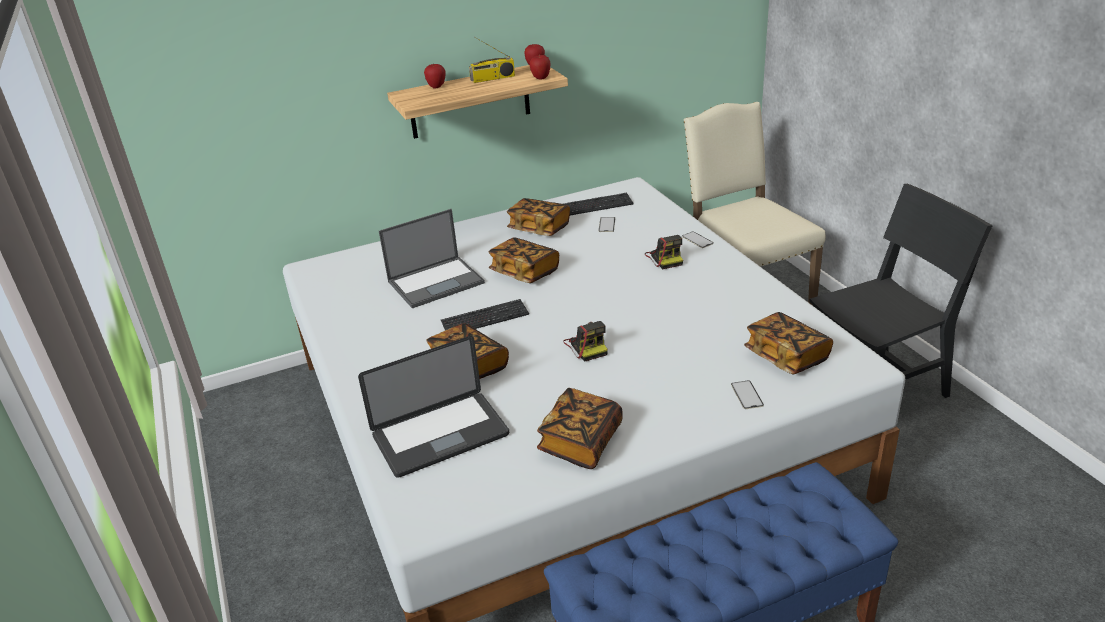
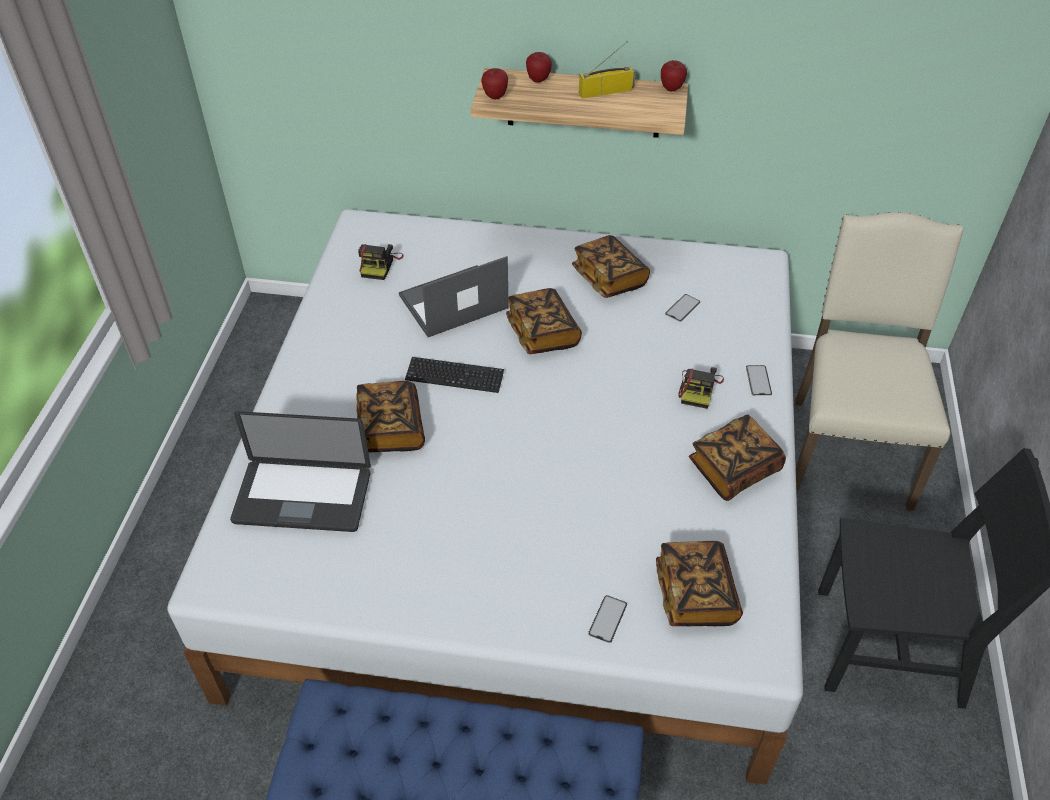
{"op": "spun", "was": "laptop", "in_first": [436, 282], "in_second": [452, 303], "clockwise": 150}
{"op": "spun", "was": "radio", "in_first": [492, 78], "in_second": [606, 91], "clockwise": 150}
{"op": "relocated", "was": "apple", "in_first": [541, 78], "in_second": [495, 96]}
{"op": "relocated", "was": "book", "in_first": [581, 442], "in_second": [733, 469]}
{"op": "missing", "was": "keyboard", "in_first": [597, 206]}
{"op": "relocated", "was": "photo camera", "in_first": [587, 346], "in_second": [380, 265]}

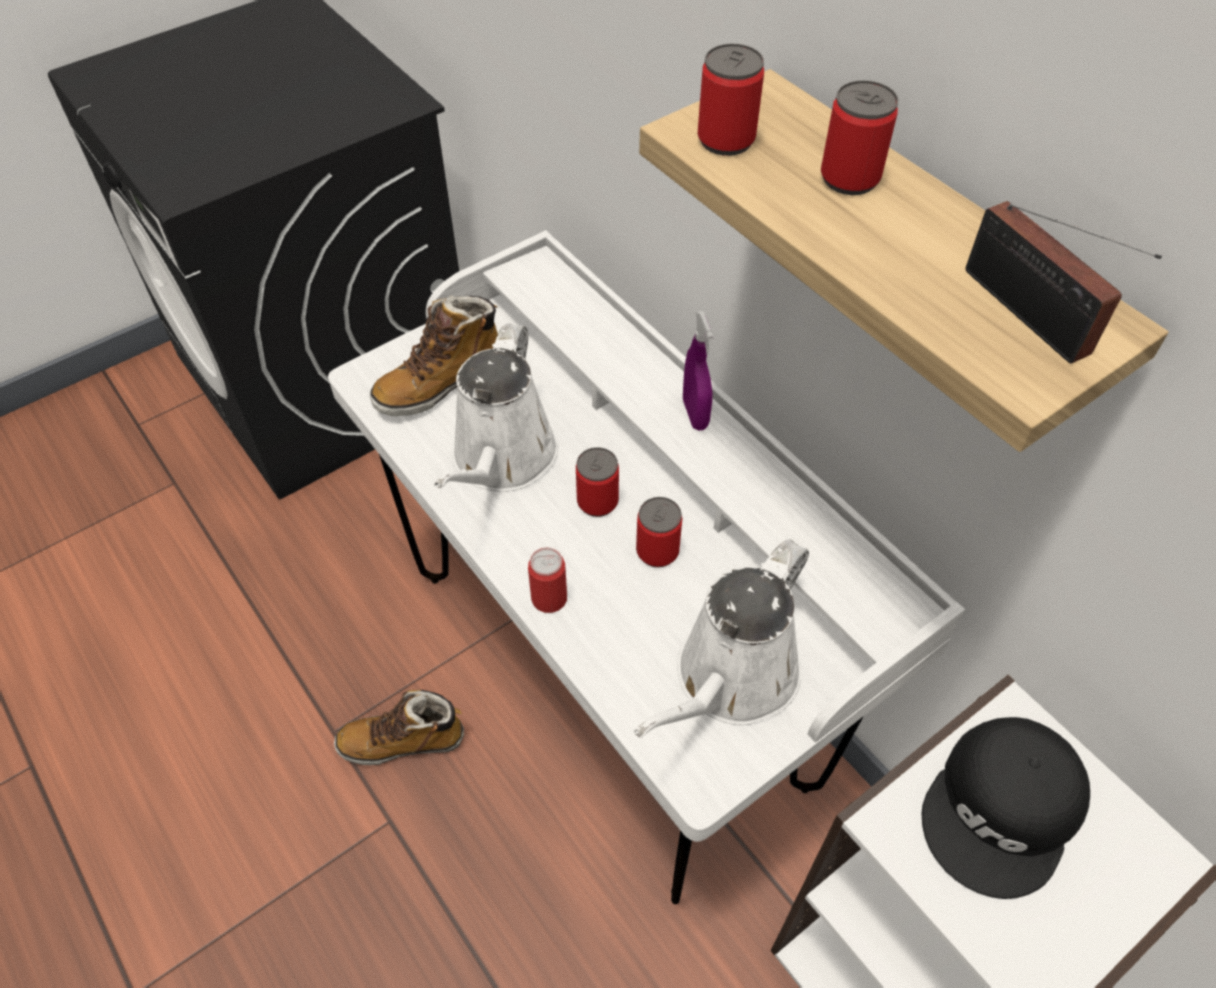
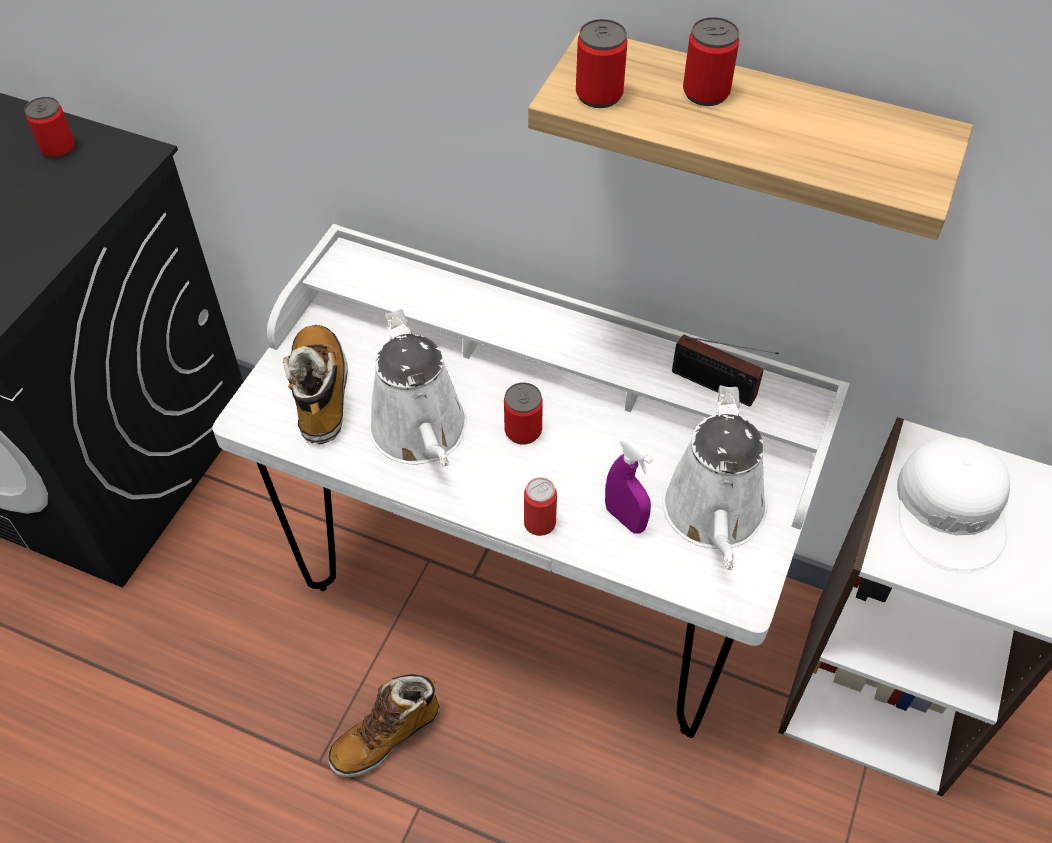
{"op": "spun", "was": "boot", "in_first": [440, 382], "in_second": [321, 393], "clockwise": 150}
{"op": "relocated", "was": "can", "in_first": [657, 551], "in_second": [58, 149]}
{"op": "relocated", "was": "purple spray bottle", "in_first": [695, 414], "in_second": [625, 518]}
{"op": "colour", "was": "black cap", "now": "white cap", "in_first": [1003, 811], "in_second": [952, 509]}
{"op": "relocated", "was": "radio", "in_first": [1030, 318], "in_second": [718, 387]}

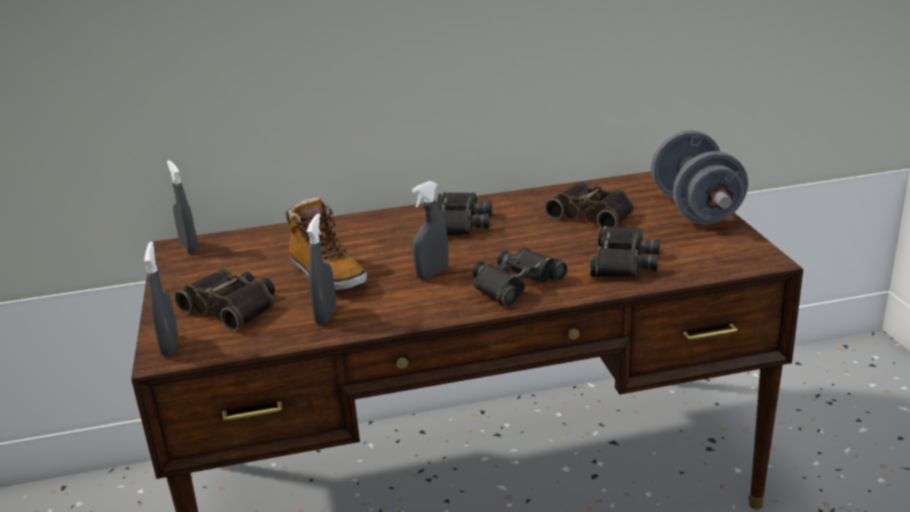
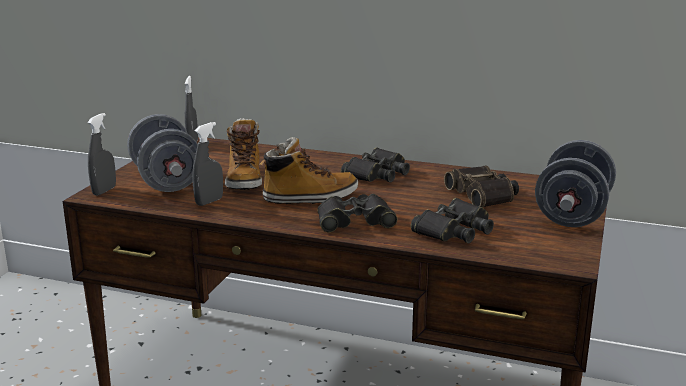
{"op": "exchanged", "was": "binoculars", "now": "grey dumbbell", "in_first": [233, 307], "in_second": [166, 181]}
{"op": "exchanged", "was": "grey spray bottle", "now": "boot", "in_first": [432, 273], "in_second": [310, 198]}

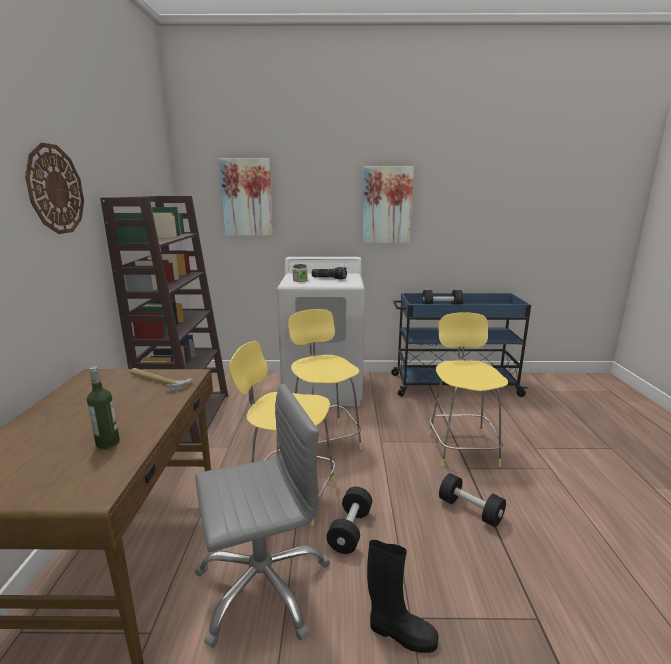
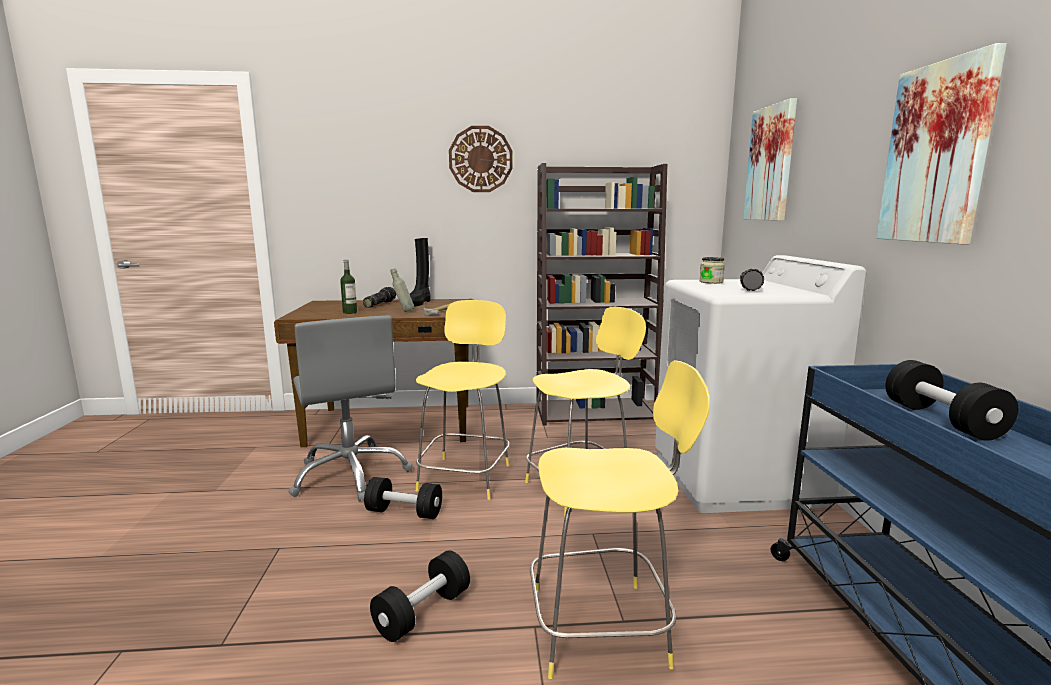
{"op": "relocated", "was": "black boot", "in_first": [400, 633], "in_second": [419, 303]}
{"op": "appeared", "now": "flashlight", "in_second": [379, 304]}
{"op": "appeared", "now": "grey bottle", "in_second": [403, 311]}

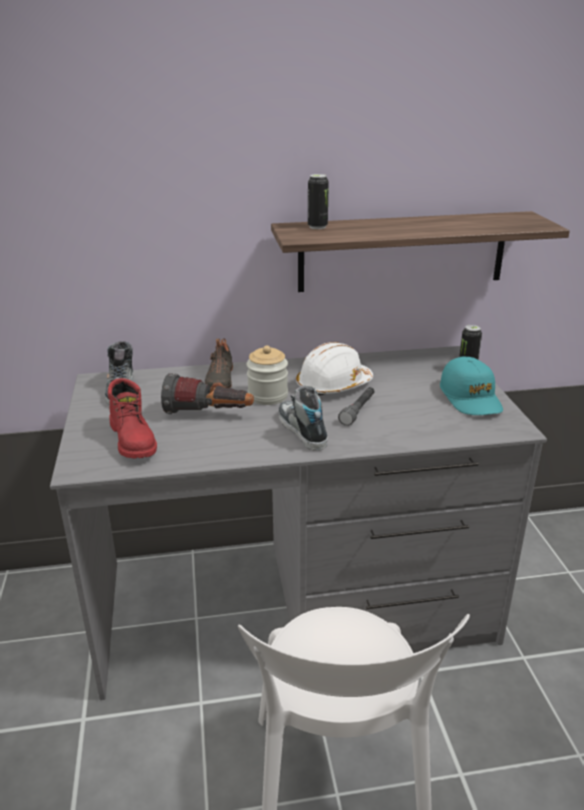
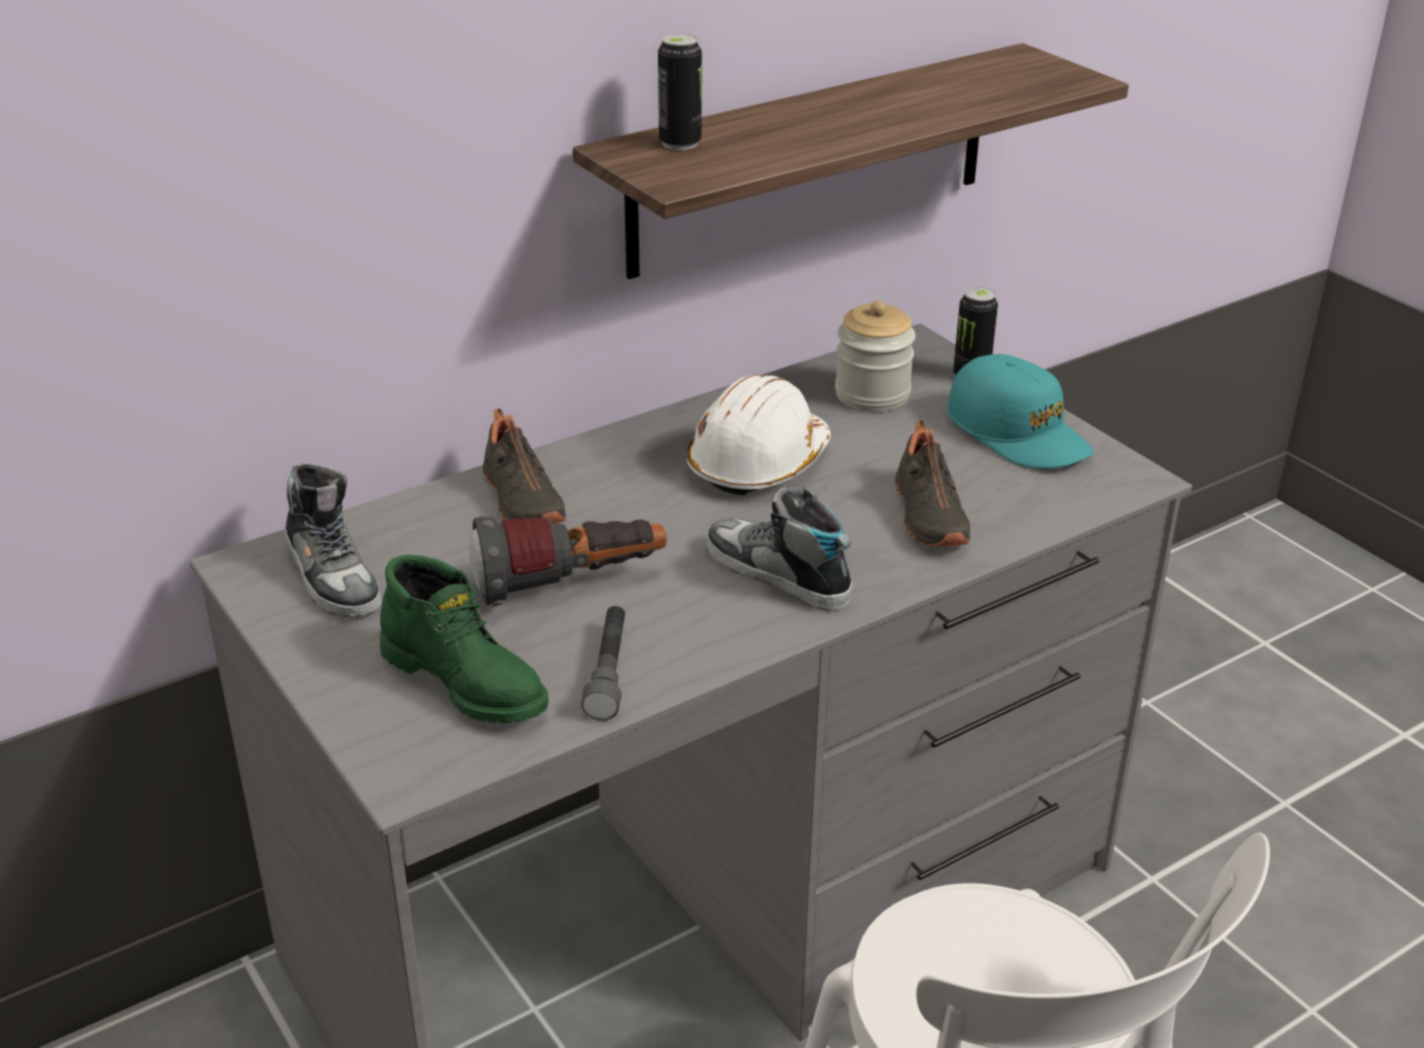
{"op": "colour", "was": "red boot", "now": "green boot", "in_first": [134, 440], "in_second": [467, 681]}
{"op": "relocated", "was": "jar", "in_first": [268, 396], "in_second": [872, 395]}
{"op": "relocated", "was": "grey flashlight", "in_first": [358, 411], "in_second": [608, 672]}
{"op": "appeared", "now": "black shoe", "in_second": [927, 515]}

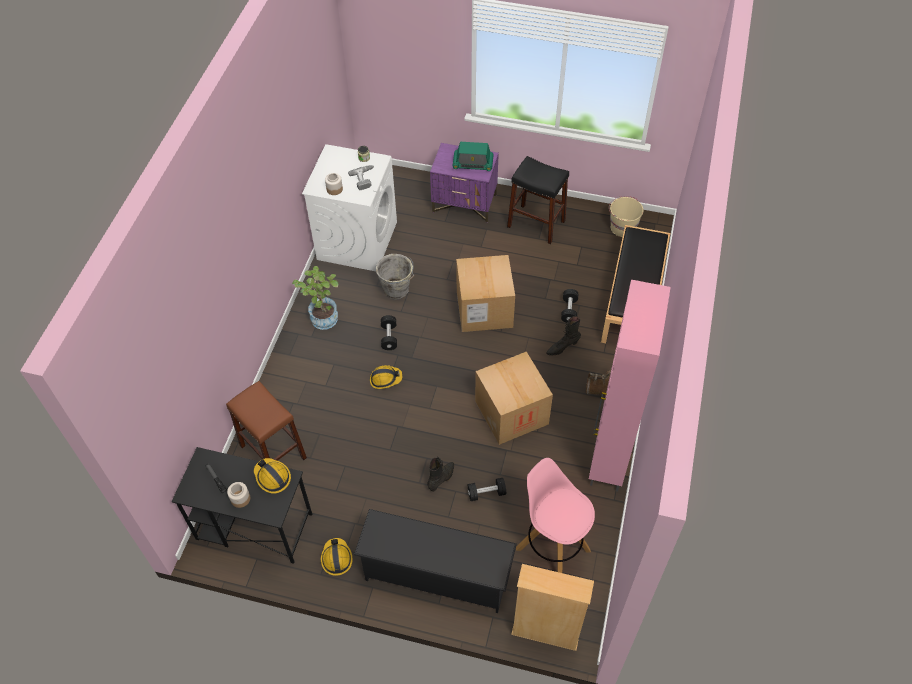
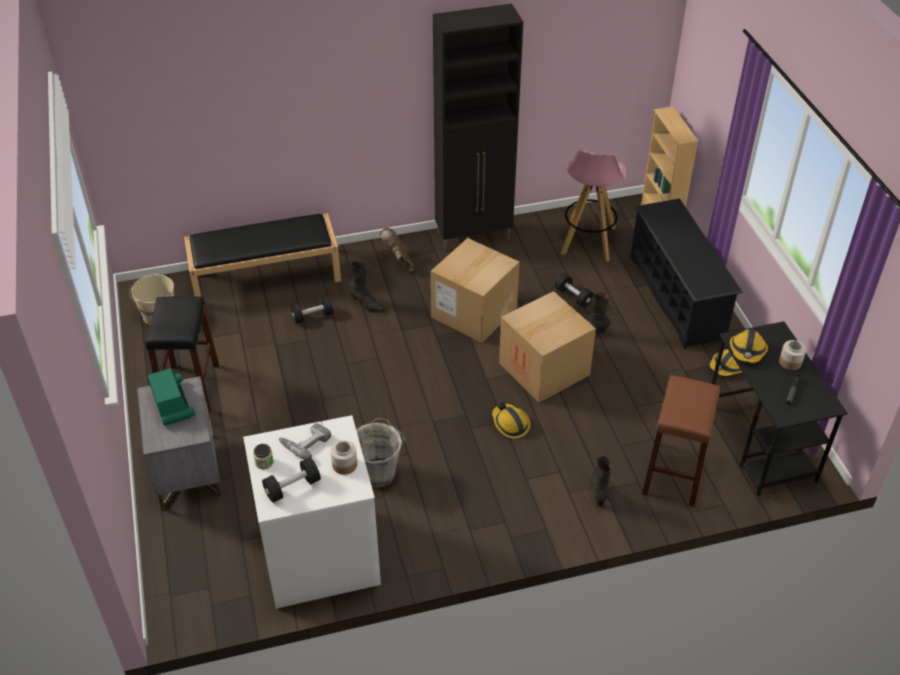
{"op": "missing", "was": "potted plant", "in_first": [323, 315]}
{"op": "relocated", "was": "black dumbbell", "in_first": [389, 337], "in_second": [292, 487]}
{"op": "colour", "was": "purple nightstand", "now": "grey nightstand", "in_first": [465, 203], "in_second": [187, 470]}
{"op": "relocated", "was": "cardboard box", "in_first": [484, 309], "in_second": [544, 369]}
{"op": "colour", "was": "pink cabinet", "now": "black cabinet", "in_first": [608, 460], "in_second": [474, 236]}
{"op": "appeared", "now": "black boot", "in_second": [599, 490]}

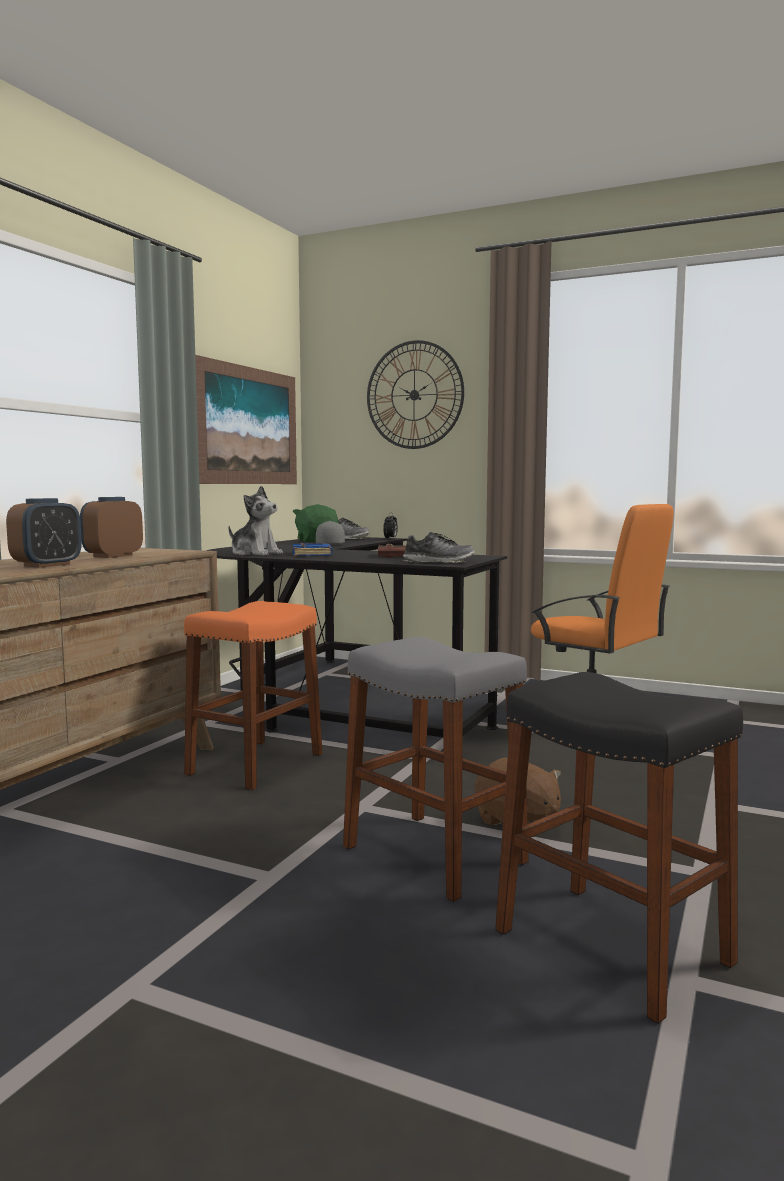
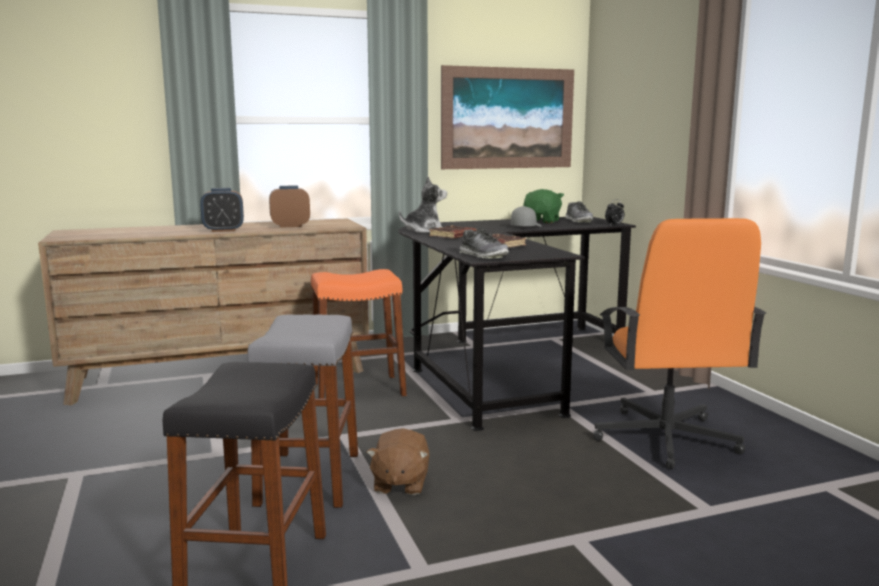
{"op": "spun", "was": "plush toy", "in_first": [255, 554], "in_second": [424, 231], "clockwise": -105}
{"op": "colour", "was": "blue book", "now": "brown book", "in_first": [313, 554], "in_second": [453, 236]}
{"op": "missing", "was": "wall clock", "in_first": [414, 395]}

